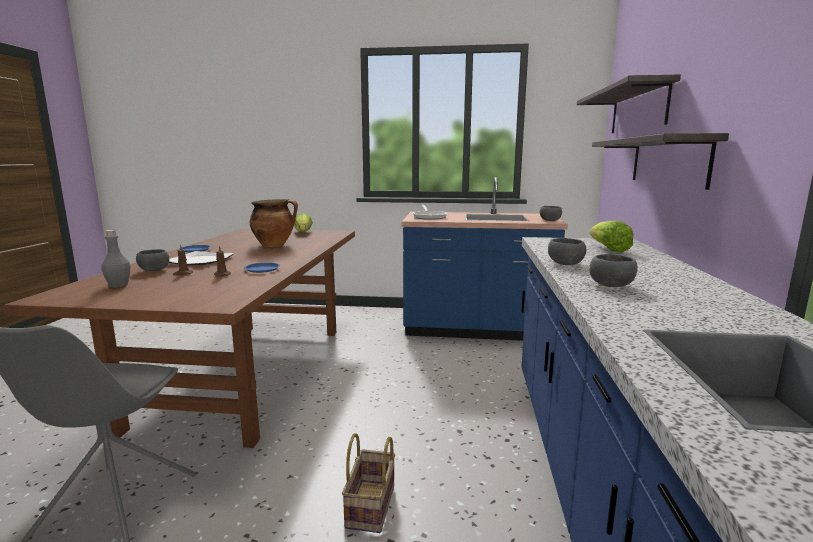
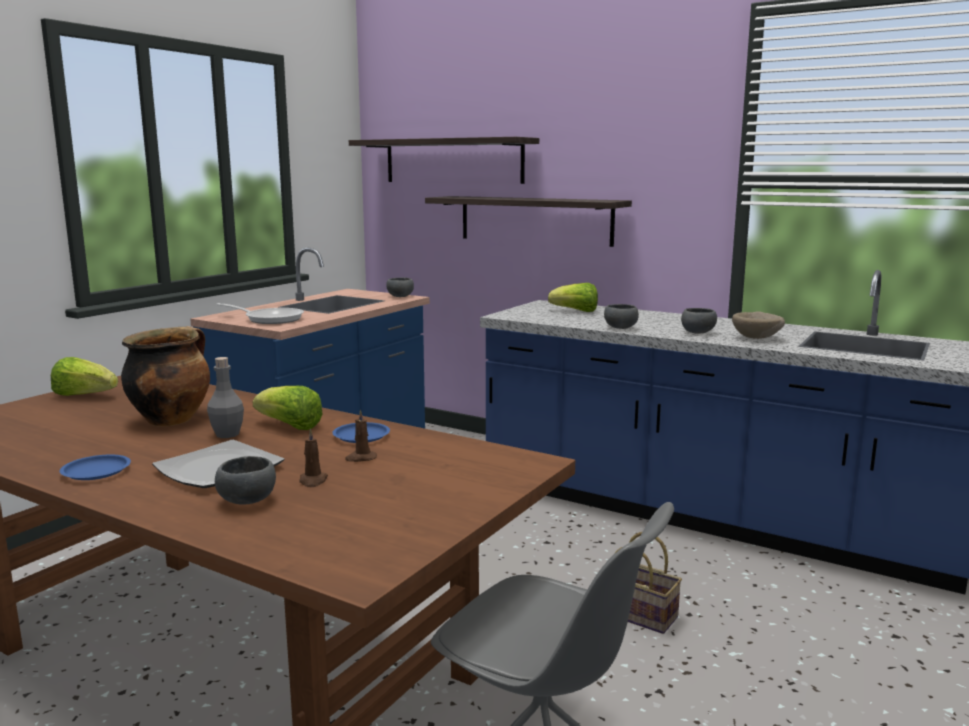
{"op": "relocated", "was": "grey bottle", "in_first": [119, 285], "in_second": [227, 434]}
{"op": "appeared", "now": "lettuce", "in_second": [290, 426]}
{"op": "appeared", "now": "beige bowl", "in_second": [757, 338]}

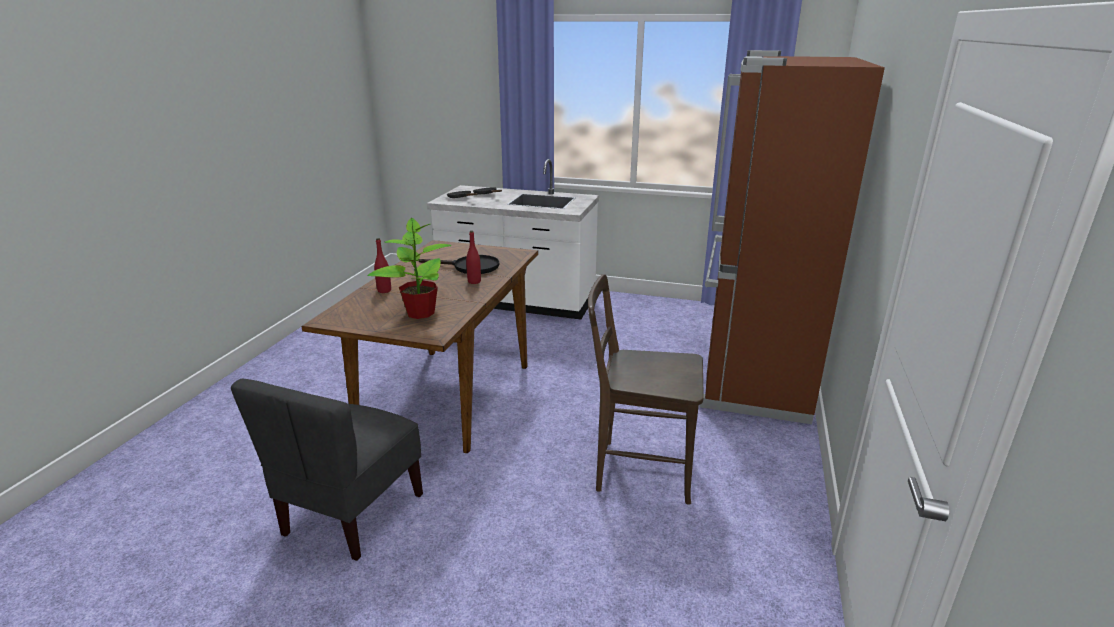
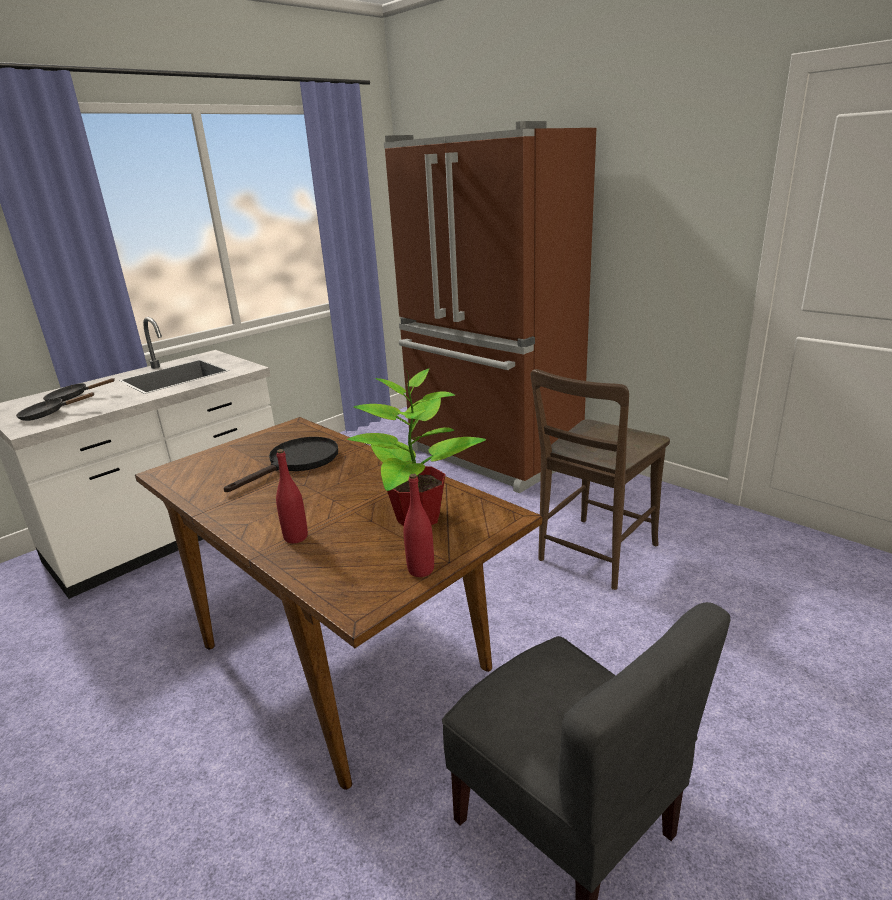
{"op": "relocated", "was": "red bottle", "in_first": [474, 282], "in_second": [421, 570]}

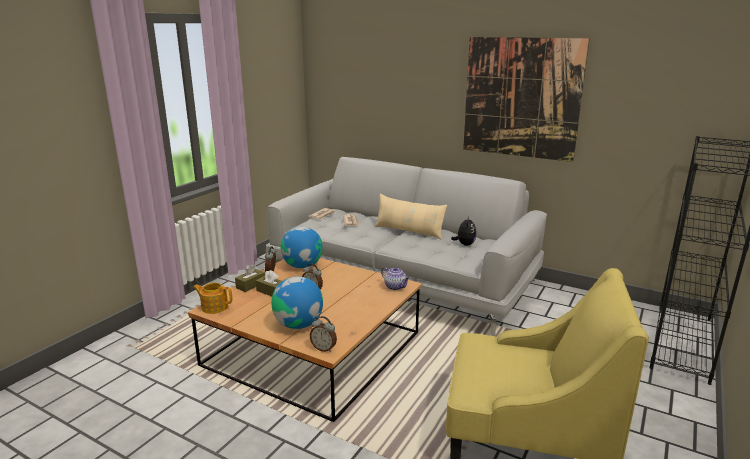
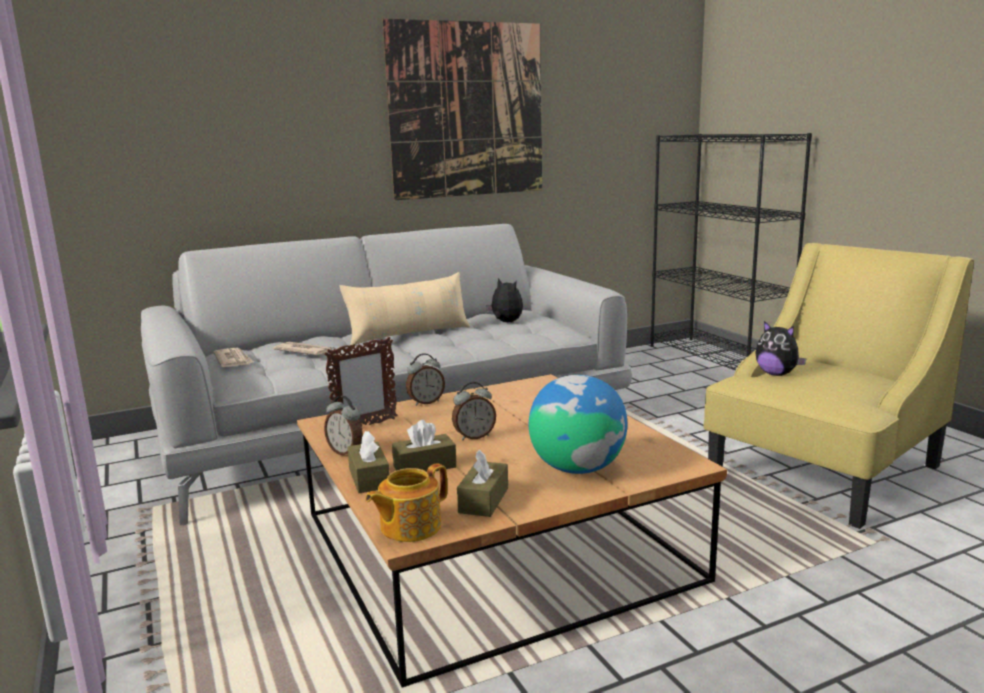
{"op": "exchanged", "was": "globe", "now": "picture frame", "in_first": [302, 266], "in_second": [365, 426]}
{"op": "relocated", "was": "alarm clock", "in_first": [324, 348], "in_second": [426, 402]}
{"op": "missing", "was": "teapot", "in_first": [395, 287]}
{"op": "appeared", "now": "brown tissue box", "in_second": [483, 500]}
{"op": "appeared", "now": "plush toy", "in_second": [776, 374]}

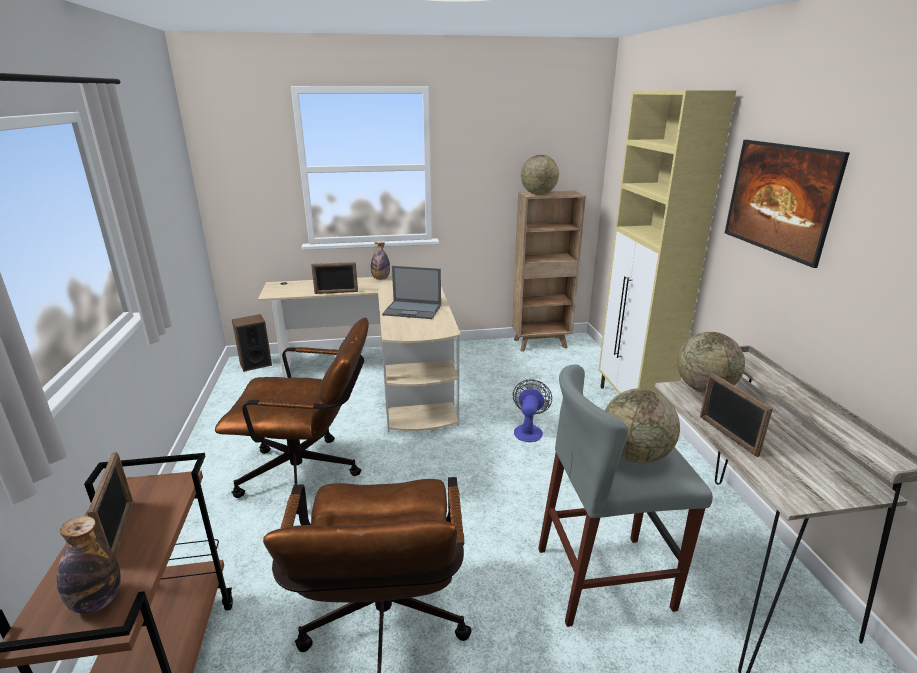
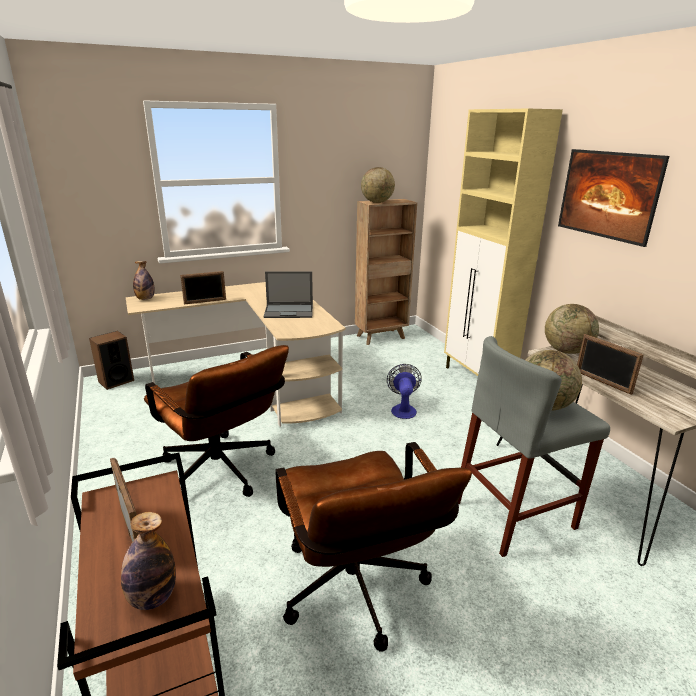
{"op": "spun", "was": "brown office chair", "in_first": [310, 475], "in_second": [223, 474], "clockwise": 60}
{"op": "relocated", "was": "bottle", "in_first": [380, 278], "in_second": [145, 299]}

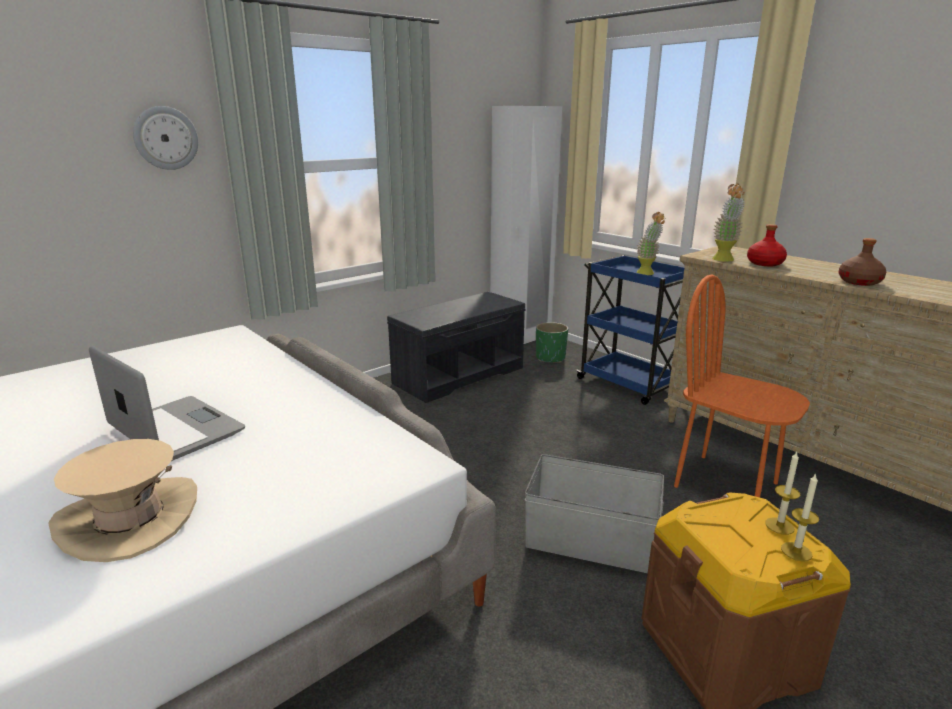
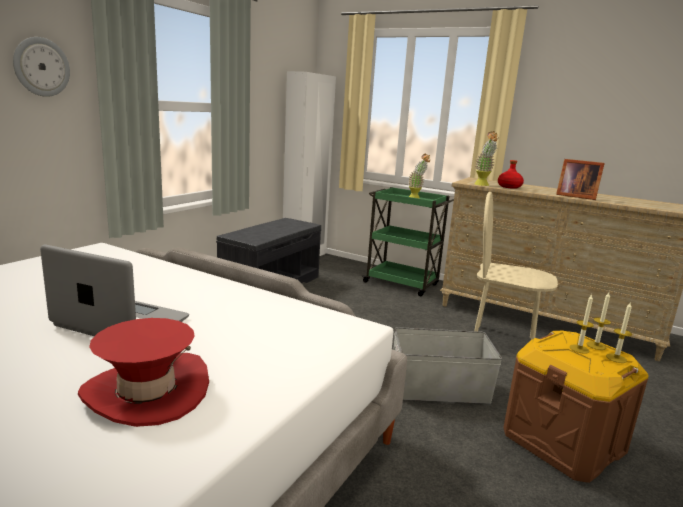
{"op": "colour", "was": "beige hat", "now": "red hat", "in_first": [130, 519], "in_second": [147, 392]}
{"op": "missing", "was": "green planter", "in_first": [550, 358]}
{"op": "colour", "was": "blue cart", "now": "green cart", "in_first": [629, 384], "in_second": [402, 284]}
{"op": "colour", "was": "orange chair", "now": "beige chair", "in_first": [726, 484], "in_second": [502, 341]}
{"op": "exchanged", "was": "brown bottle", "now": "picture frame", "in_first": [860, 282], "in_second": [575, 196]}
{"op": "appeared", "now": "candle", "in_second": [579, 349]}

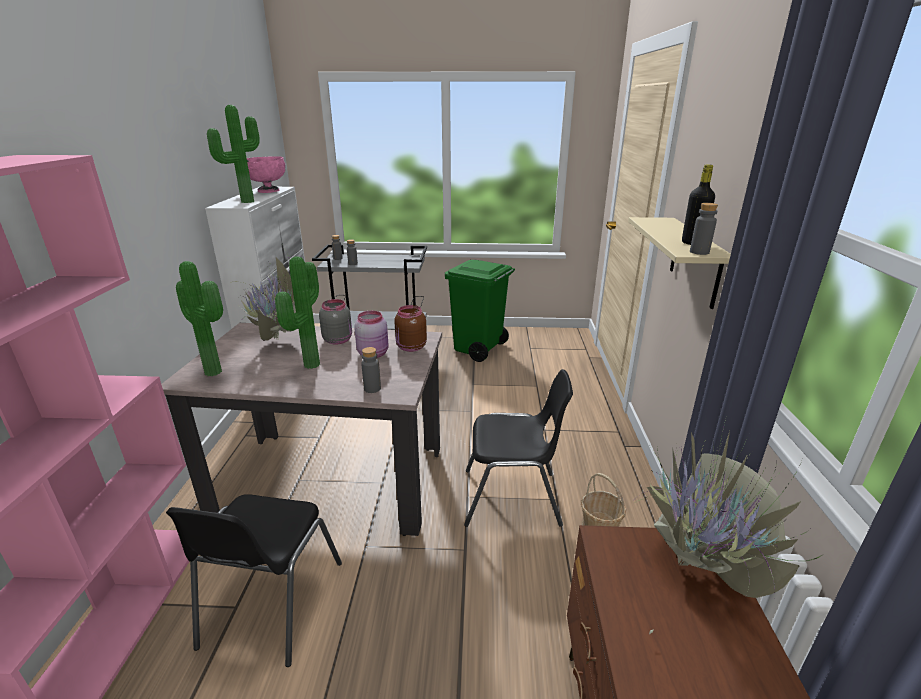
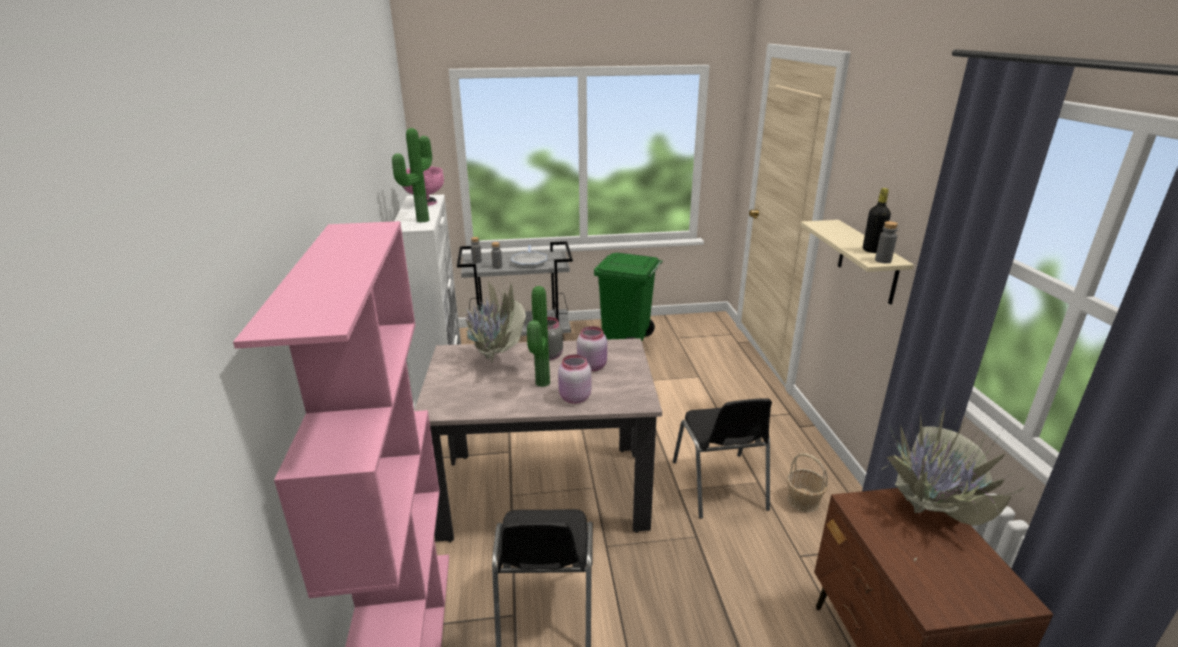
{"op": "missing", "was": "potted plant", "in_first": [216, 371]}
{"op": "missing", "was": "grey bottle", "in_first": [372, 388]}
{"op": "missing", "was": "brown jar", "in_first": [410, 347]}
{"op": "spun", "was": "black chair", "in_first": [513, 498], "in_second": [719, 486], "clockwise": 90}
{"op": "appeared", "now": "frying pan", "in_second": [529, 262]}
{"op": "appeared", "now": "pink jar", "in_second": [574, 398]}

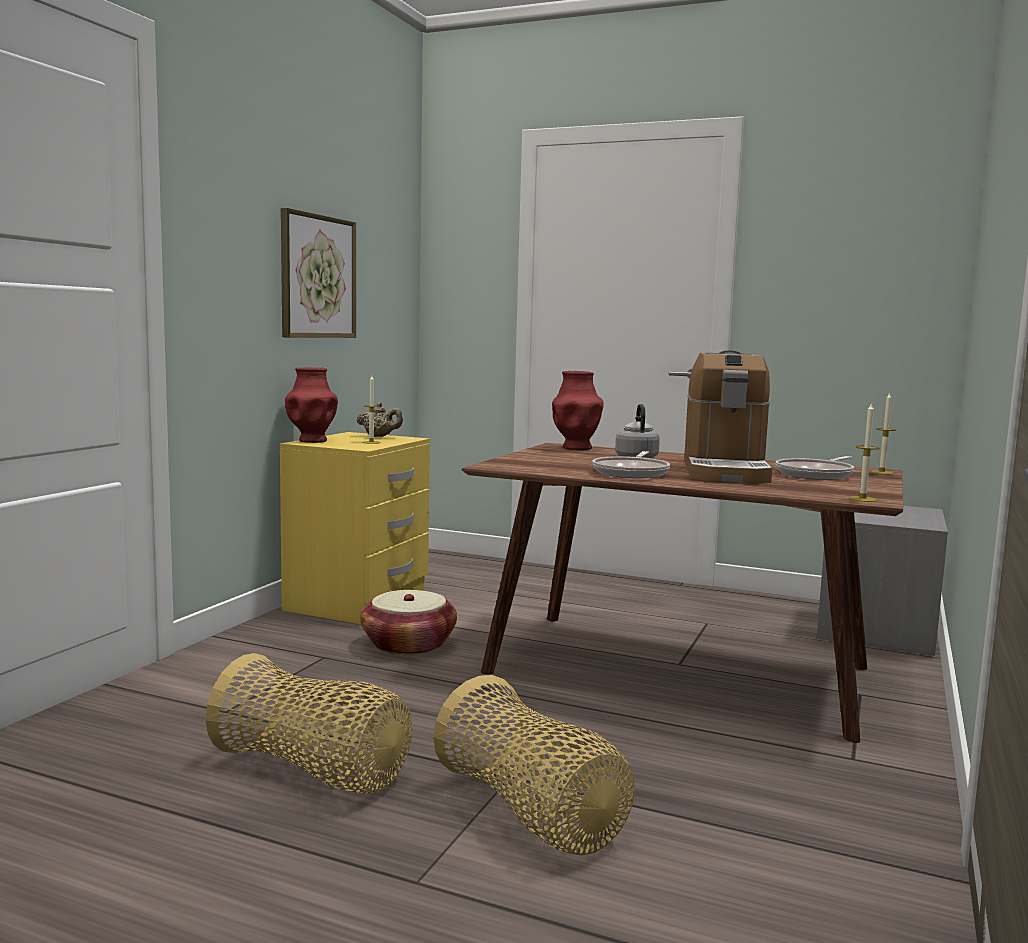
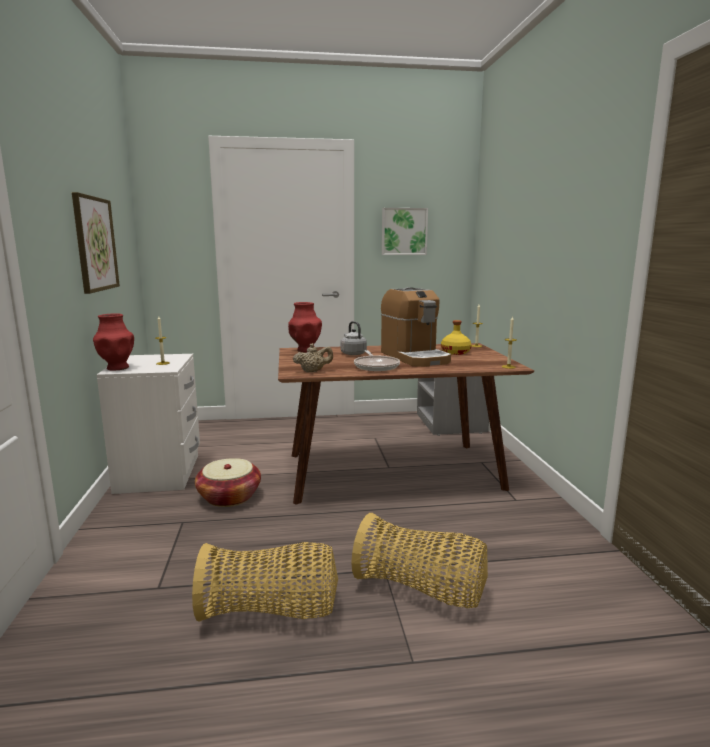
{"op": "colour", "was": "yellow nightstand", "now": "white nightstand", "in_first": [358, 602], "in_second": [160, 473]}
{"op": "relocated", "was": "beige teapot", "in_first": [379, 436], "in_second": [313, 371]}
{"op": "exchanged", "was": "frying pan", "now": "yellow bottle", "in_first": [816, 475], "in_second": [455, 352]}
{"op": "appeared", "now": "picture", "in_second": [404, 231]}

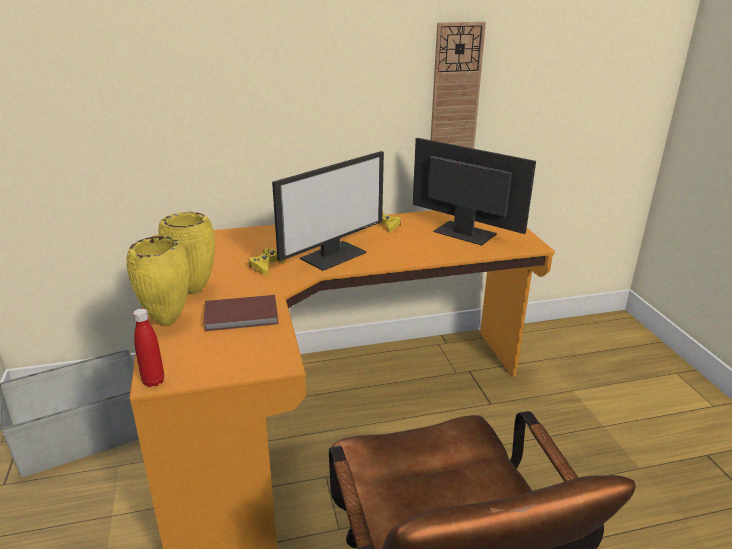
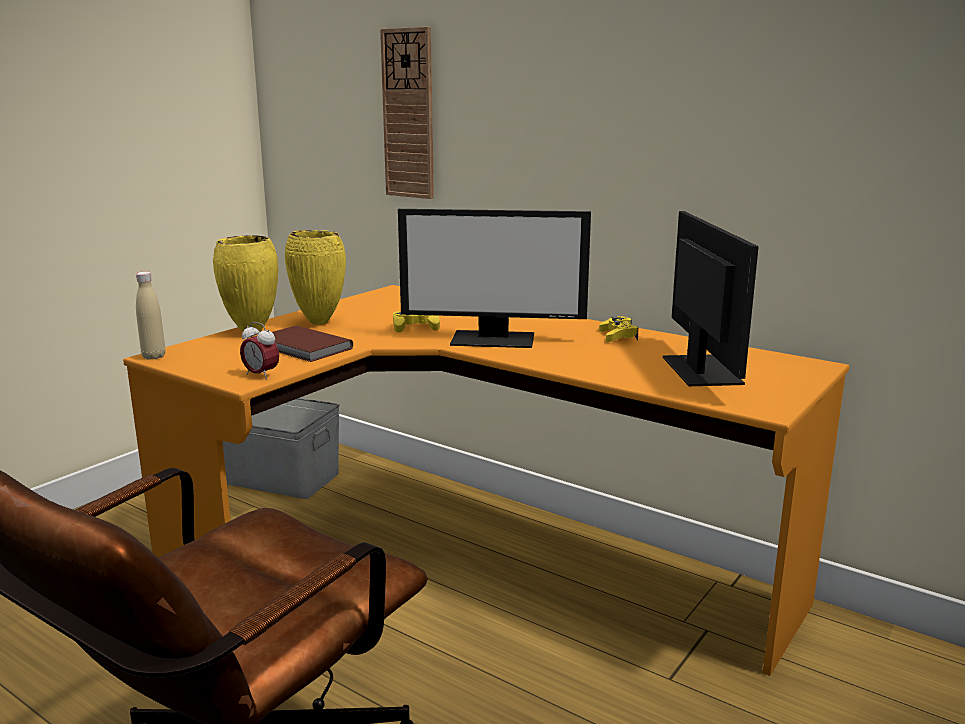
{"op": "colour", "was": "red bottle", "now": "beige bottle", "in_first": [153, 381], "in_second": [154, 356]}
{"op": "relocated", "was": "wall clock", "in_first": [455, 90], "in_second": [409, 114]}
{"op": "appeared", "now": "alarm clock", "in_second": [261, 375]}

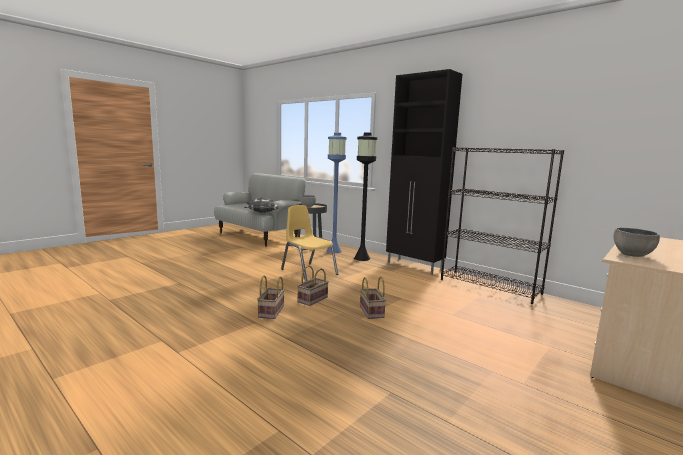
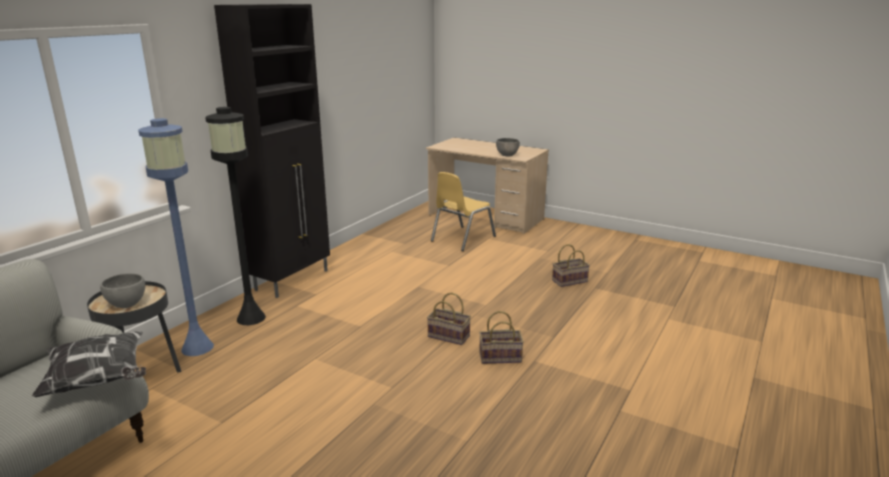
{"op": "relocated", "was": "yellow chair", "in_first": [308, 272], "in_second": [462, 239]}
{"op": "relocated", "was": "basket", "in_first": [372, 312], "in_second": [570, 280]}
{"op": "missing", "was": "black bookcase", "in_first": [490, 286]}

